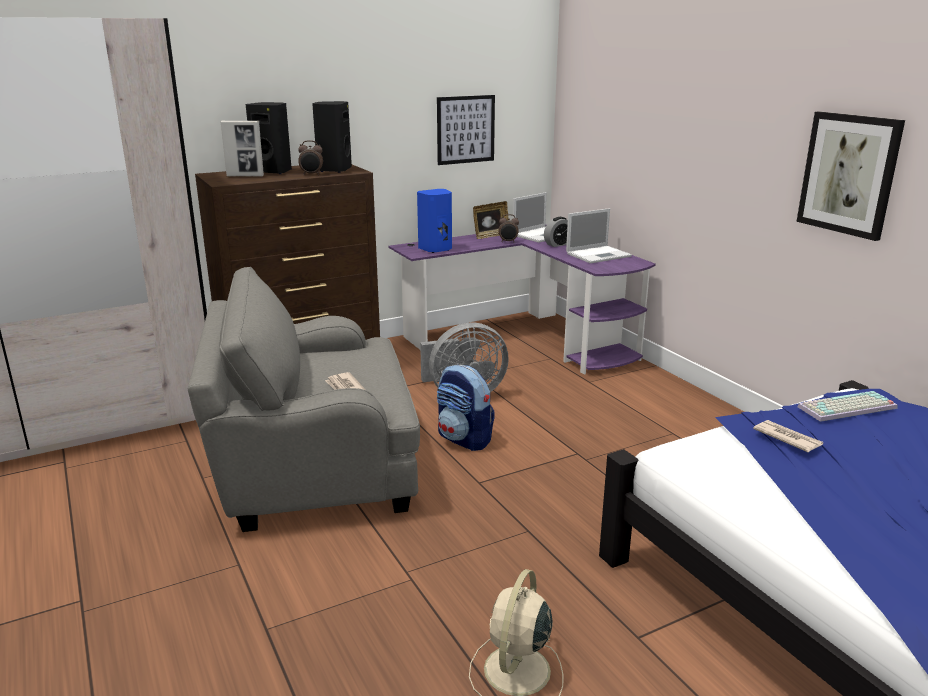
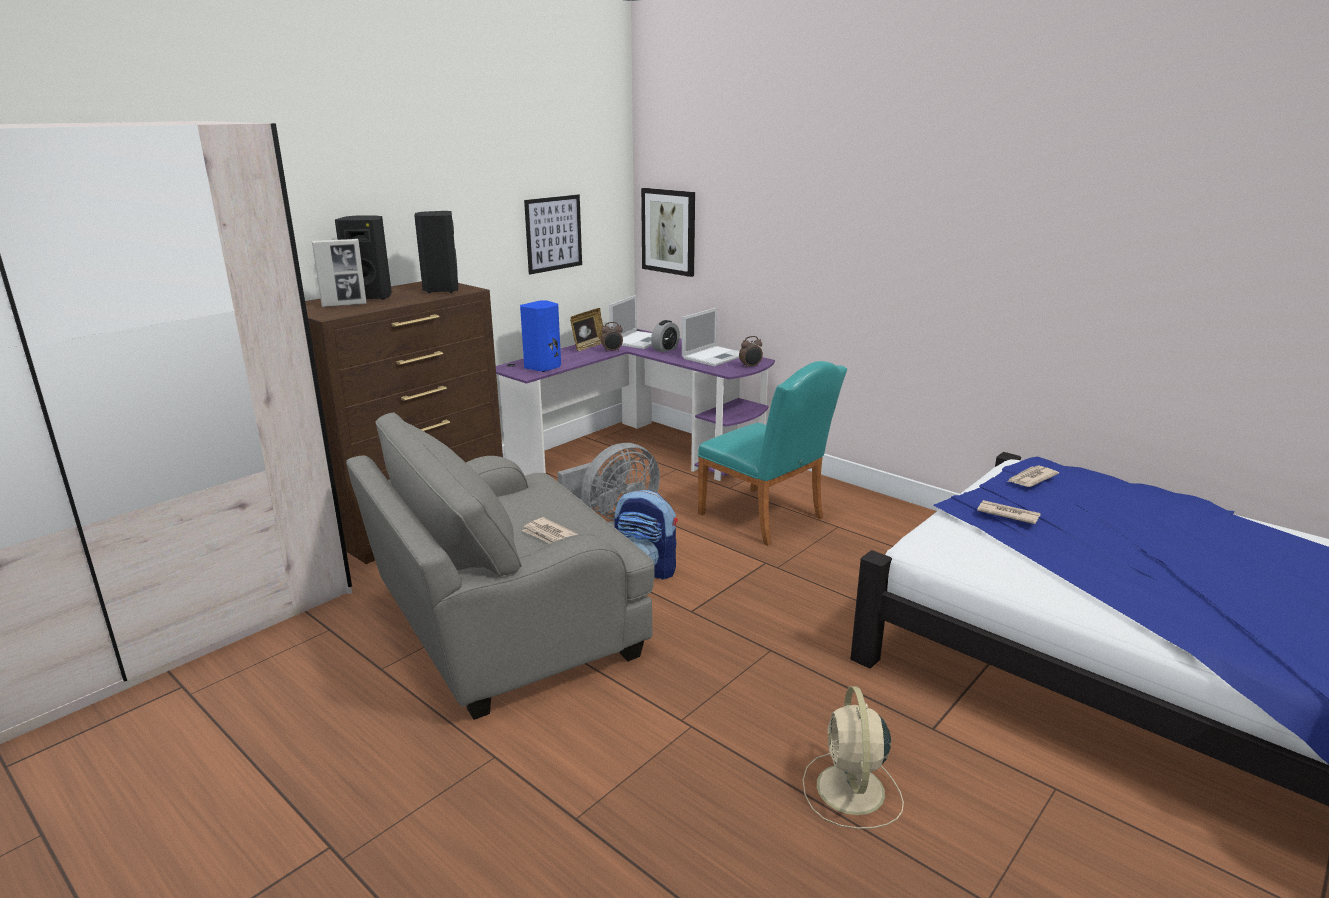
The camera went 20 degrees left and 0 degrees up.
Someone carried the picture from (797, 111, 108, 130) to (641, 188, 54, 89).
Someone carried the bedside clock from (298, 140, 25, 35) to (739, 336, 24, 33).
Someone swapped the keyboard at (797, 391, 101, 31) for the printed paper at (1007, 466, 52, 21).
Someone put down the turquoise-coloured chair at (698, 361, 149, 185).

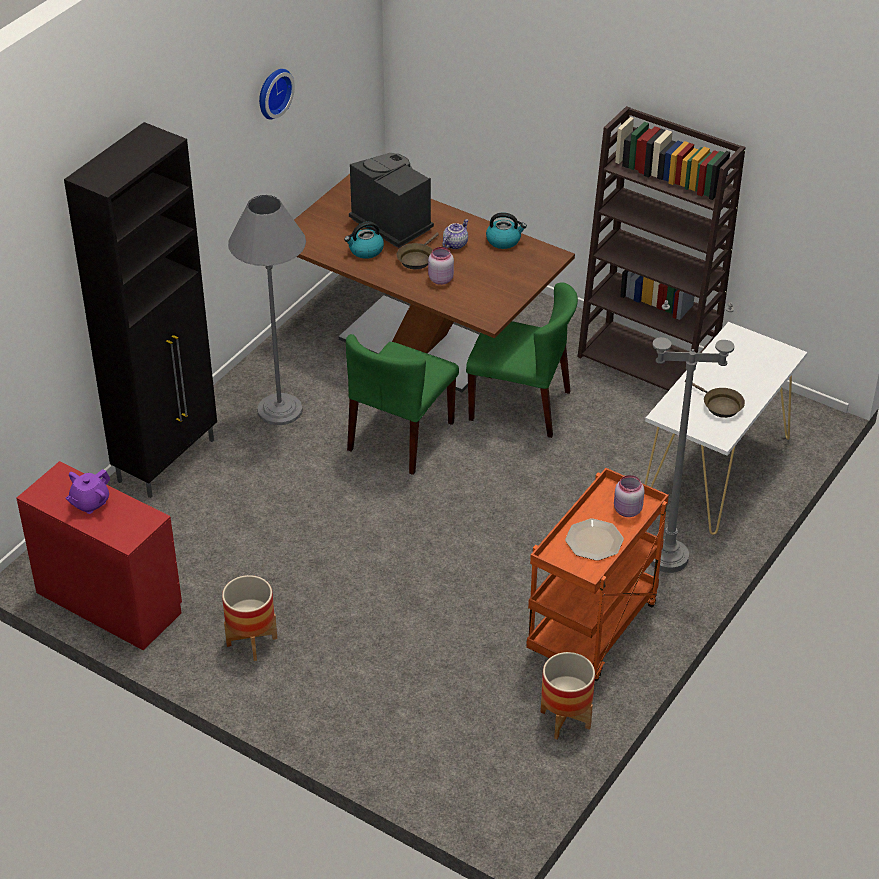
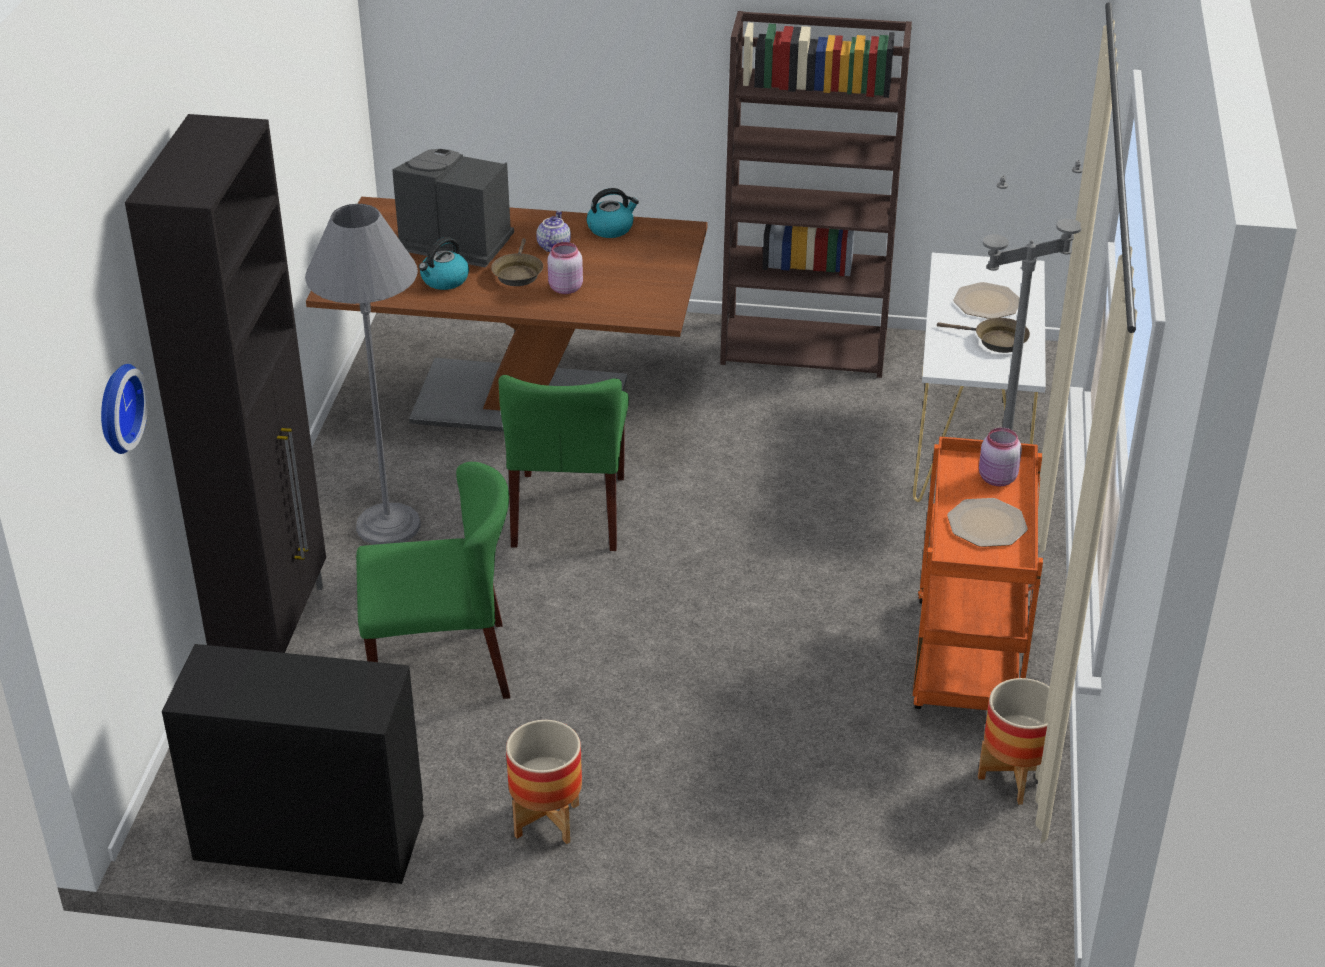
The camera went 25 degrees left and 5 degrees down.
Someone carried the hanging clock from (259, 69, 36, 50) to (101, 364, 47, 90).
Someone carried the greenish chair from (466, 282, 112, 156) to (356, 462, 154, 237).
Someone repainted the red-coloured drawer chest at (16, 461, 166, 190), which became the black drawer chest at (162, 644, 262, 240).
Someone took away the purplish pot for tea at (65, 469, 45, 45).
Someone put down the dinner plate at (953, 282, 67, 37).

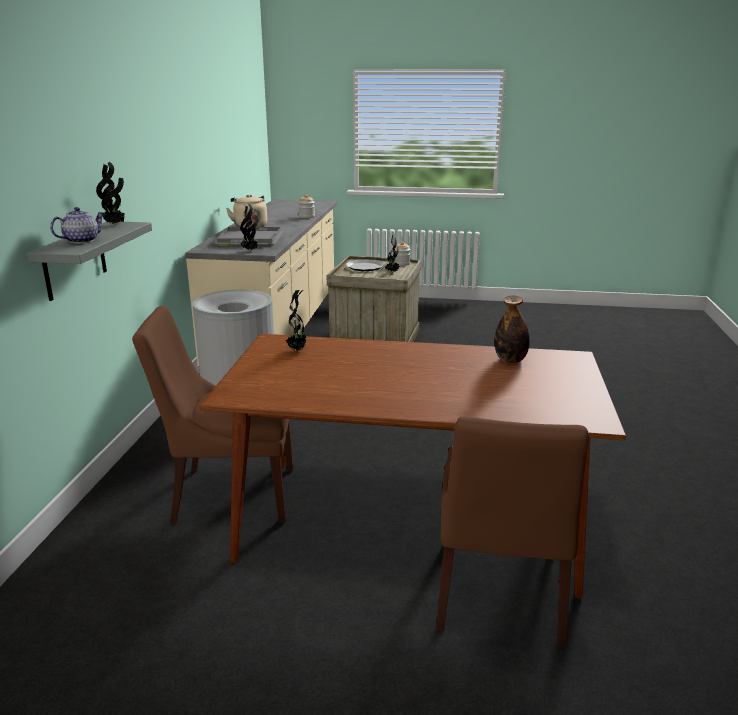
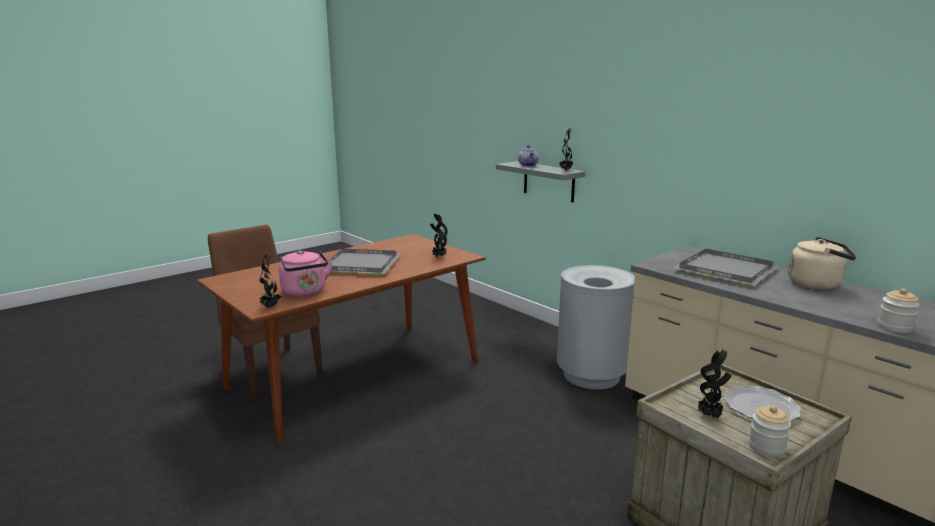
The camera went 130 degrees right and 5 degrees down.
Someone carried the houseplant from (240, 204, 18, 47) to (260, 254, 21, 55).
Someone swapped the bottle at (495, 296, 35, 67) for the pink-coloured kettle at (279, 250, 53, 46).
Someone took away the brown-coloured chair at (132, 306, 161, 218).
Someone put down the grey serving tray at (324, 249, 77, 26).

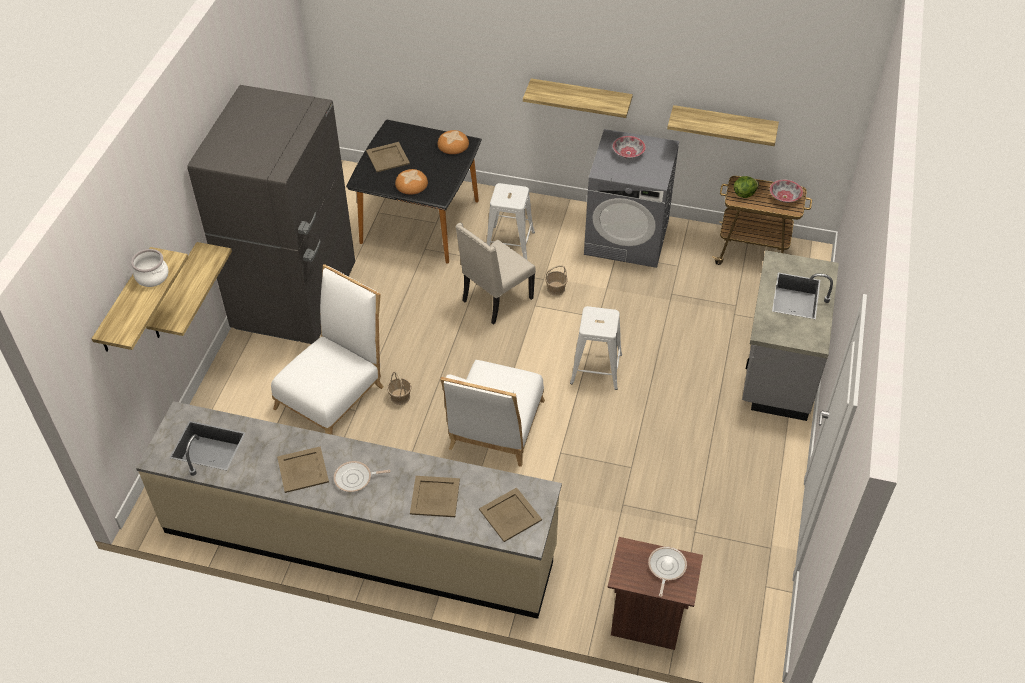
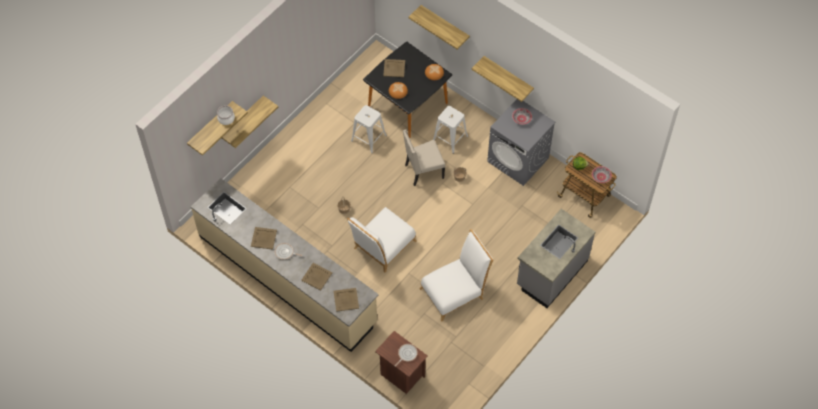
The camera went 25 degrees right and 10 degrees up.
Someone took away the grey fridge at (187, 85, 168, 259).
Someone carried the shelf from (667, 105, 112, 41) to (408, 5, 62, 44).
Someone carried the white-coloured chair from (271, 264, 113, 171) to (420, 229, 73, 93).
Someone carried the white-coloured sitting stool from (570, 306, 52, 84) to (351, 105, 36, 48).

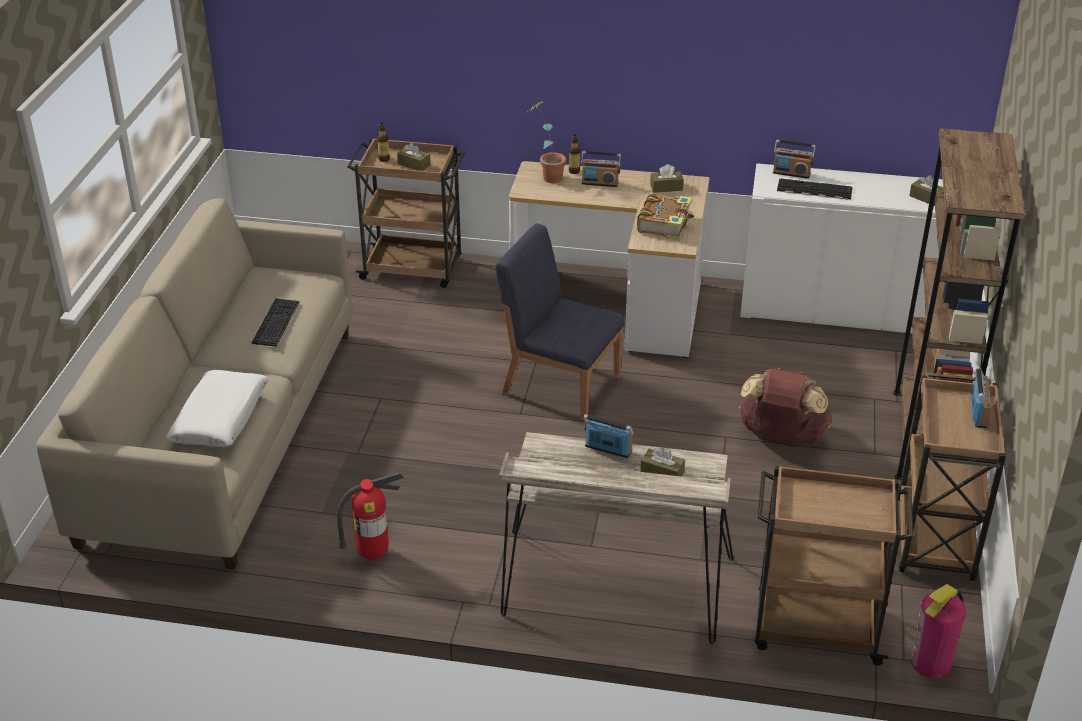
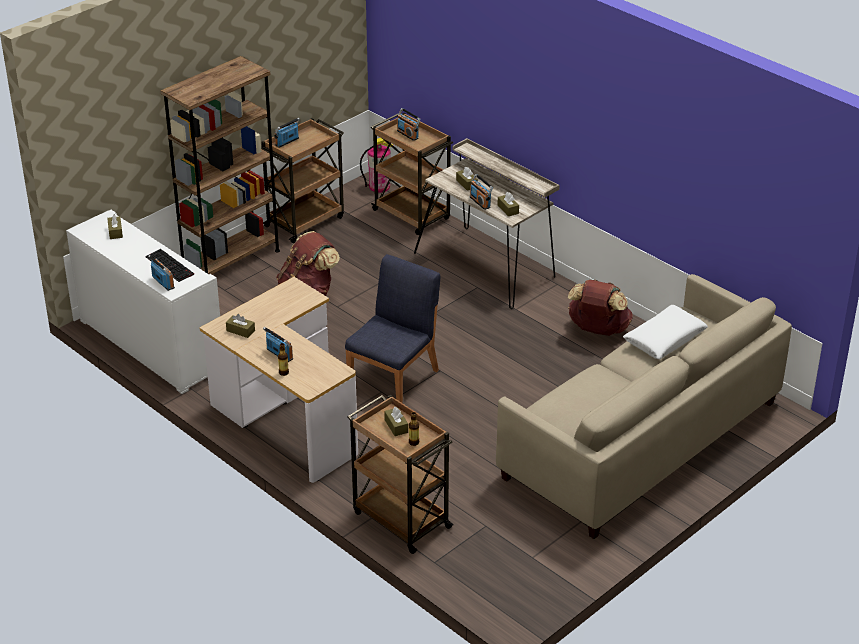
The camera went 145 degrees left and 0 degrees up.
Someone took away the houseplant at (528, 101, 38, 82).
Someone took away the bound book at (637, 193, 59, 48).
Someone rotated the bluish chair at (496, 223, 128, 198) by 120 degrees counterclockwise.
Someone took away the keyboard at (252, 298, 47, 49).
Someone swapped the extinguisher at (337, 472, 67, 88) for the brown-coloured backpack at (568, 280, 65, 56).
Someone put down the radio at (397, 108, 23, 33).
Someone put down the brown-coloured box of tissues at (498, 192, 21, 24).

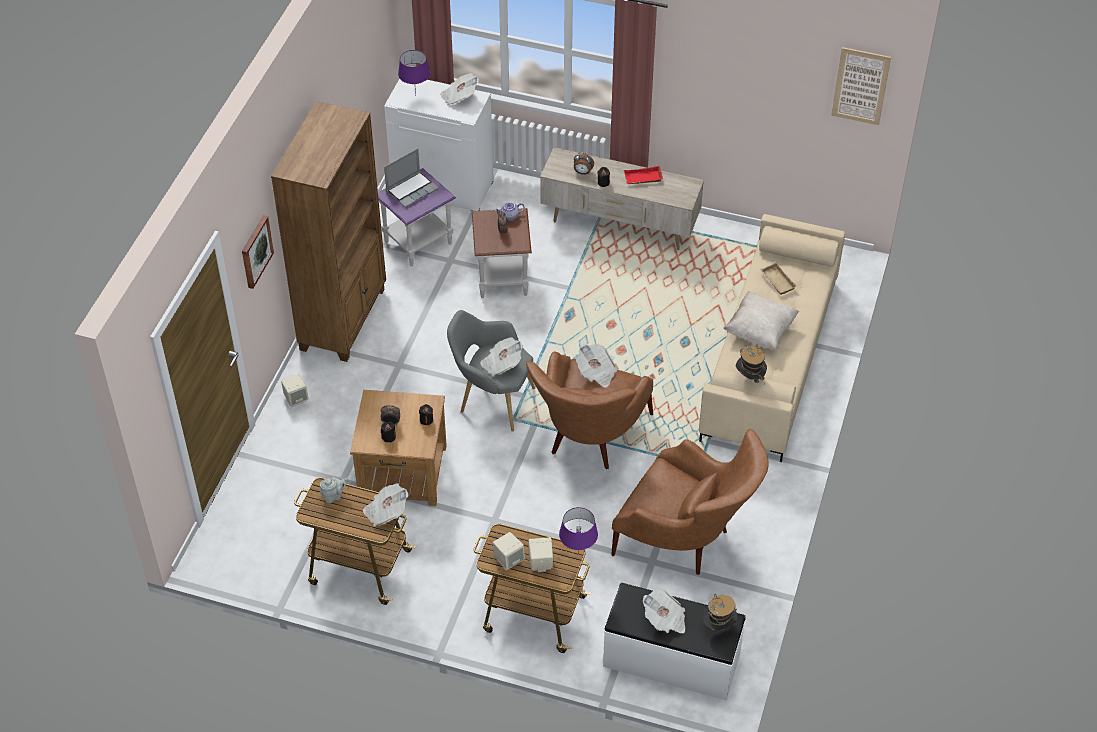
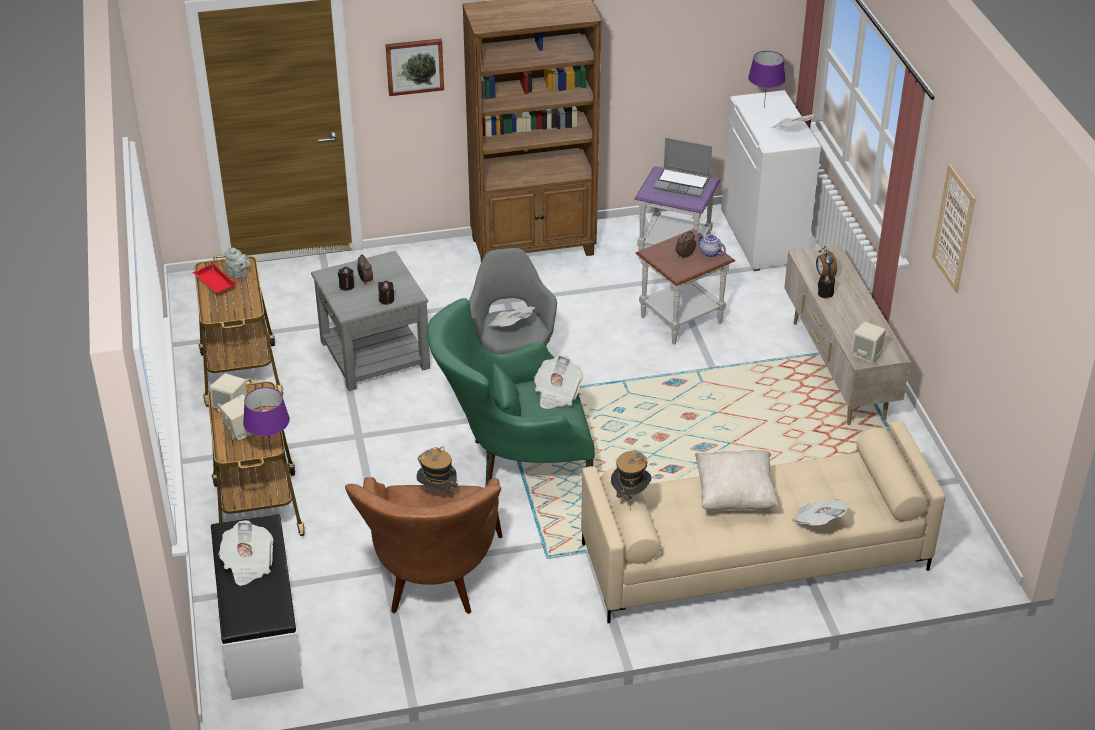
The camera went 60 degrees right and 10 degrees down.
Someone carried the picture from (831, 47, 60, 78) to (932, 164, 44, 129).
Someone carried the red-coloured serving tray from (624, 166, 39, 18) to (193, 263, 44, 33).
Someone took away the beige-coloured serving tray at (760, 263, 37, 32).
Someone repainted the brown-coloured lounge chair at (526, 351, 127, 118), which became the greenish lounge chair at (427, 298, 168, 187).
Someone carried the beige-coloured speaker from (281, 374, 28, 33) to (851, 322, 35, 41).
Someone repainted the brown-coloured end table at (350, 390, 97, 116), which became the grey end table at (311, 251, 119, 140).
Someone carried the printed paper from (363, 483, 46, 44) to (791, 499, 58, 27).
Someone carried the hat from (703, 594, 35, 37) to (417, 446, 41, 47).

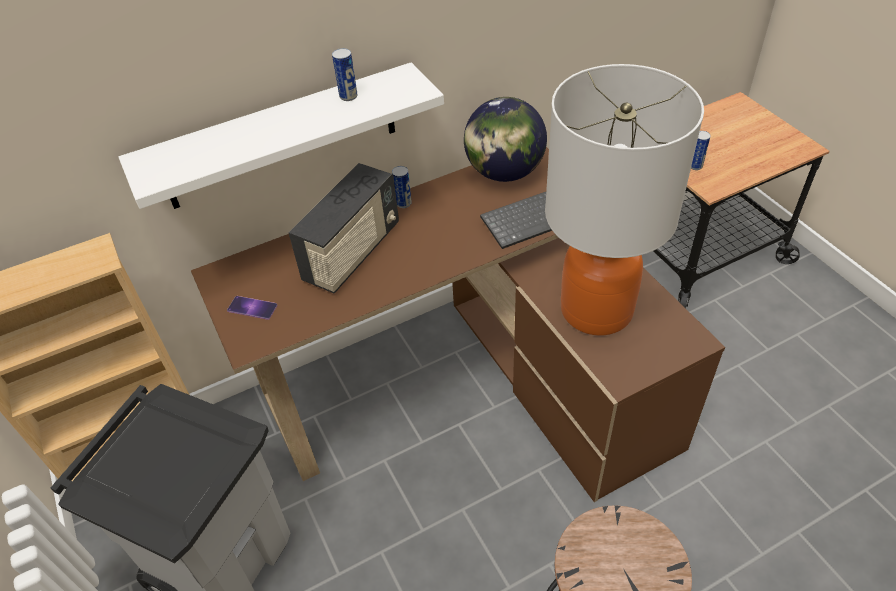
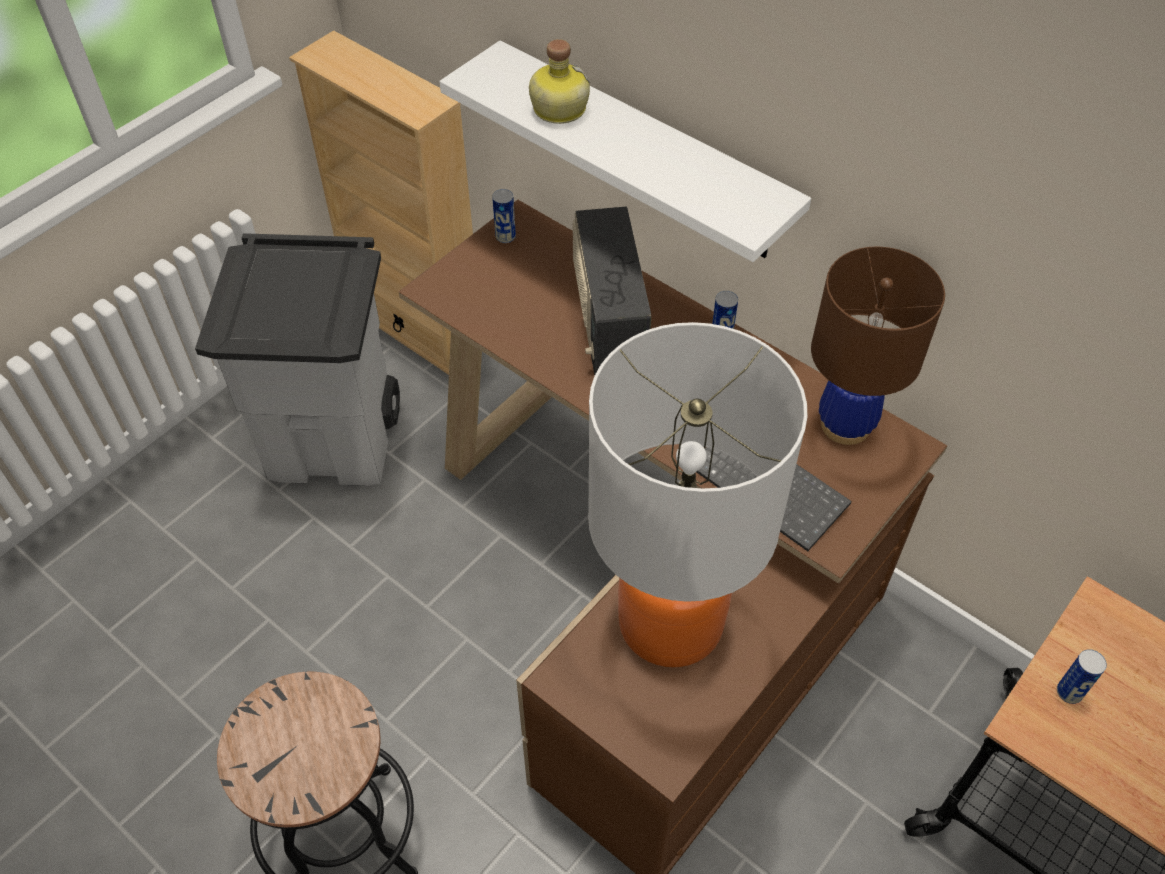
The camera went 65 degrees right and 5 degrees up.
Someone carried the metal can from (332, 48, 26, 53) to (492, 189, 24, 54).
Someone swapped the desk globe at (464, 97, 83, 85) for the brown-coloured lamp for a table at (811, 247, 134, 198).
Someone rotated the radio at (288, 163, 111, 131) by 75 degrees clockwise.
Someone took away the telephone at (227, 296, 51, 24).
Someone put down the bottle at (529, 39, 61, 85).

